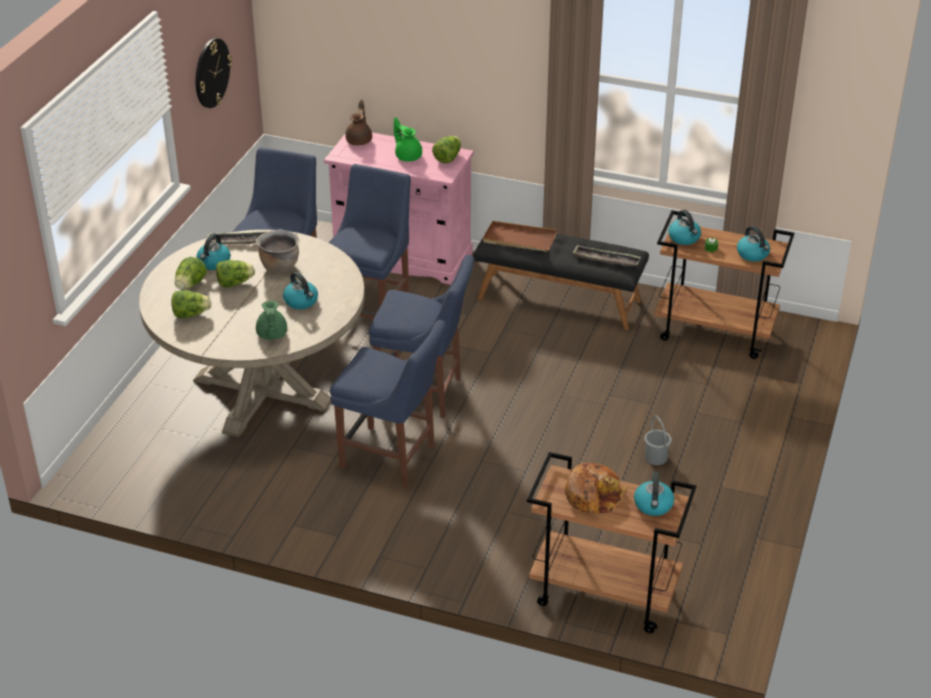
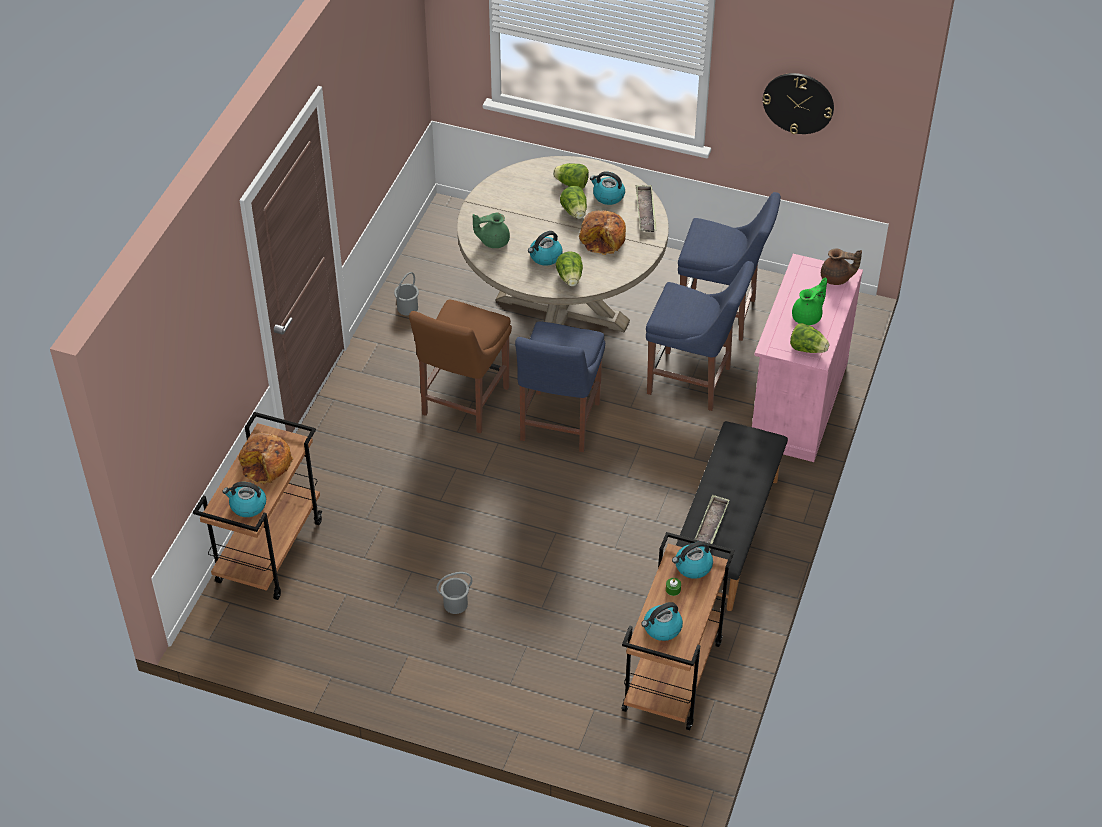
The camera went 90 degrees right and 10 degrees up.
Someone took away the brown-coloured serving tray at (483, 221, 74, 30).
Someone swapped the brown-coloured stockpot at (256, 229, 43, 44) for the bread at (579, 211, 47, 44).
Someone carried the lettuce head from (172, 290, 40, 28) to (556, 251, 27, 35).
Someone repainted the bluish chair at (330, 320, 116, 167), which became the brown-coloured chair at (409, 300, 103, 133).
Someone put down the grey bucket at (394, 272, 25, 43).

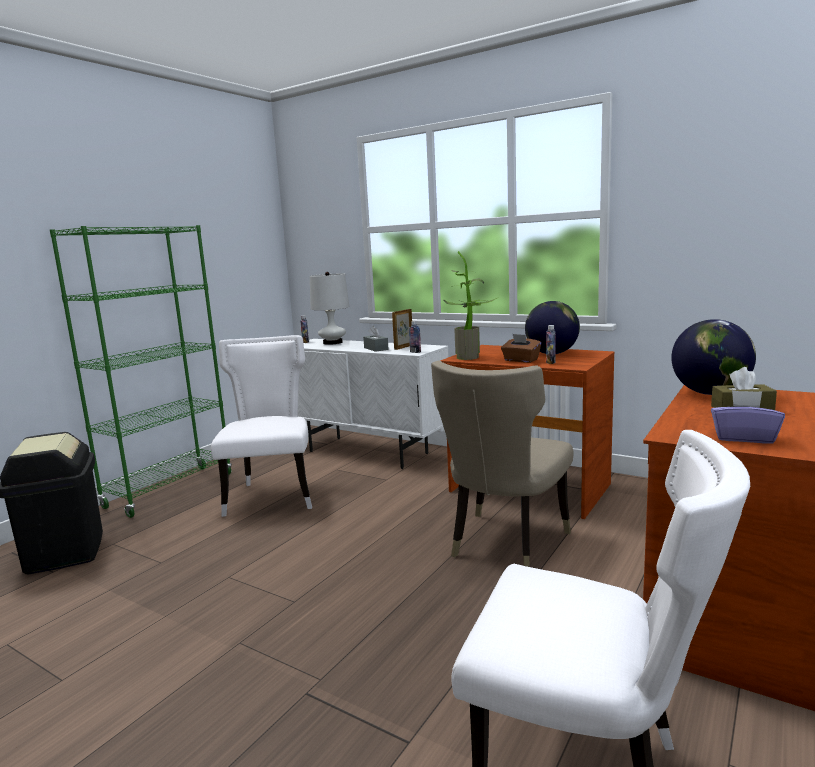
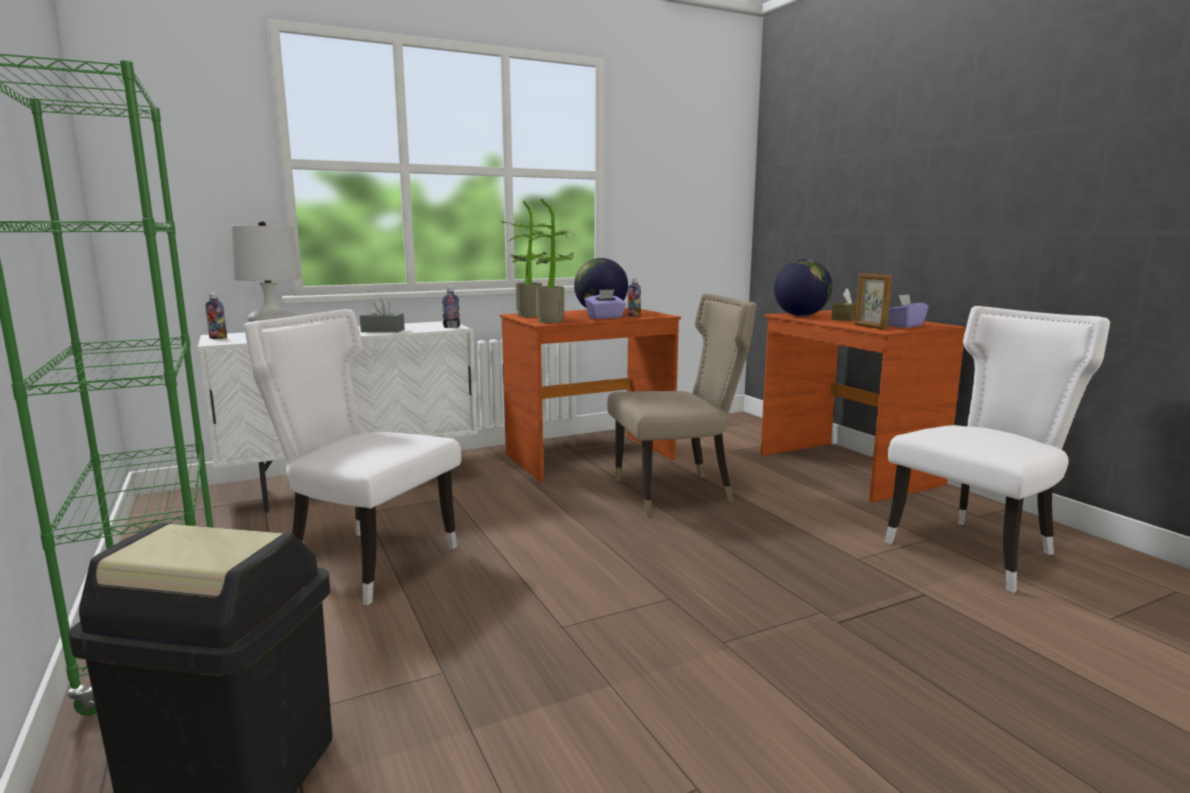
The camera went 60 degrees left and 0 degrees up.
Someone carried the standing frame from (392, 309, 20, 41) to (855, 273, 37, 56).
Someone repainted the brown-coloured box of tissues at (501, 334, 40, 29), which became the purplish box of tissues at (585, 289, 41, 30).
Someone rotated the beige-coloured chair at (431, 360, 142, 207) by 75 degrees counterclockwise.
Someone put down the houseplant at (501, 200, 46, 117).

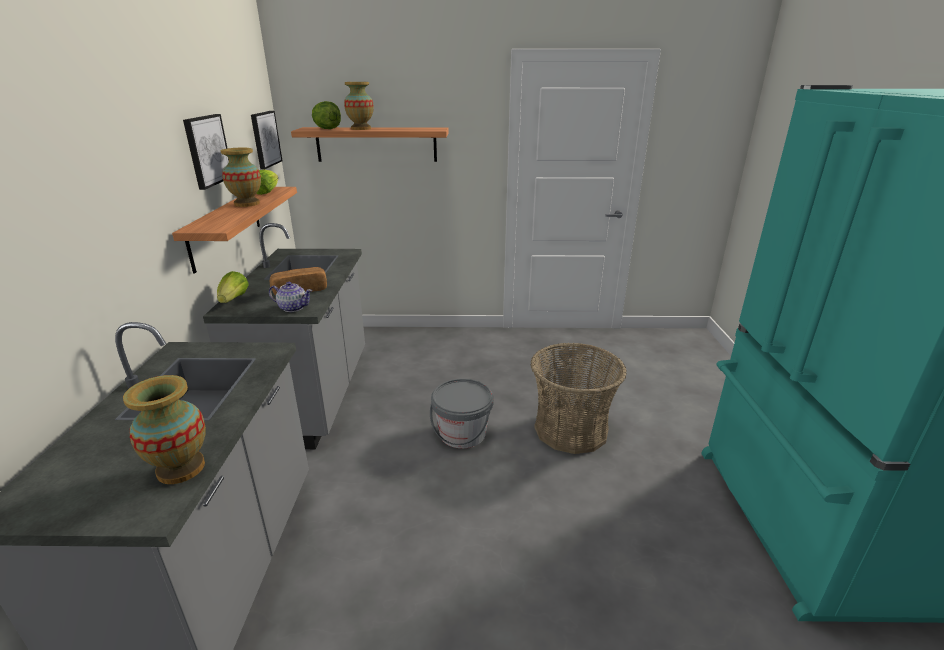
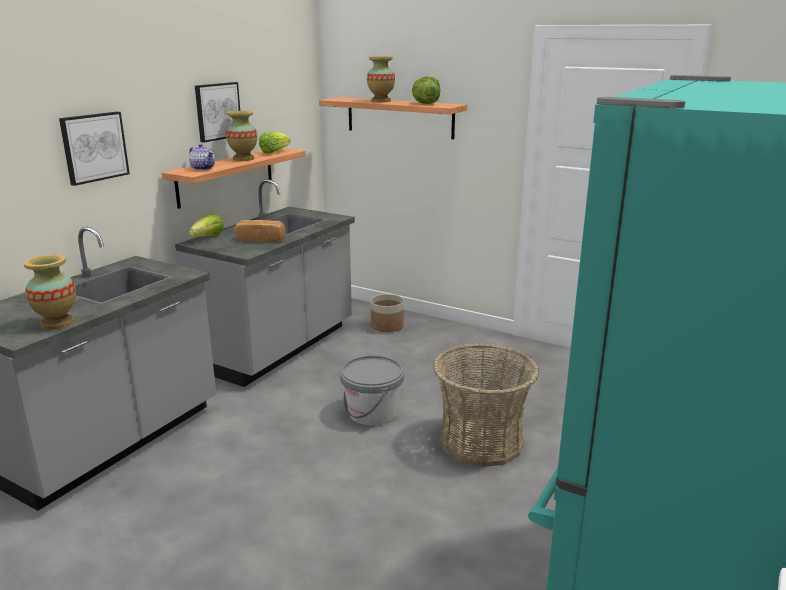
The camera went 30 degrees right and 5 degrees down.
Someone carried the lettuce head from (312, 101, 29, 28) to (412, 76, 28, 28).
Someone carried the picture from (251, 111, 31, 59) to (59, 112, 71, 74).
Someone carried the pot for tea from (269, 282, 43, 30) to (189, 144, 26, 26).
Someone put down the plant pot at (371, 294, 33, 38).

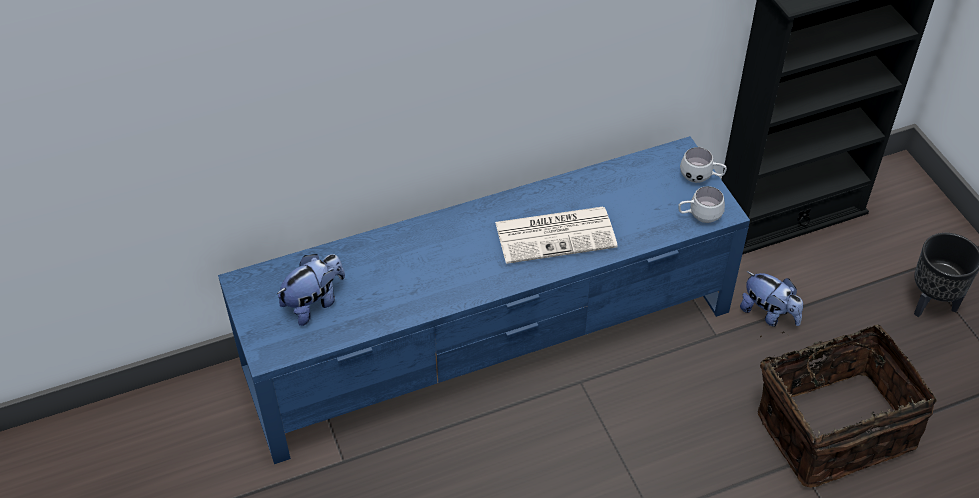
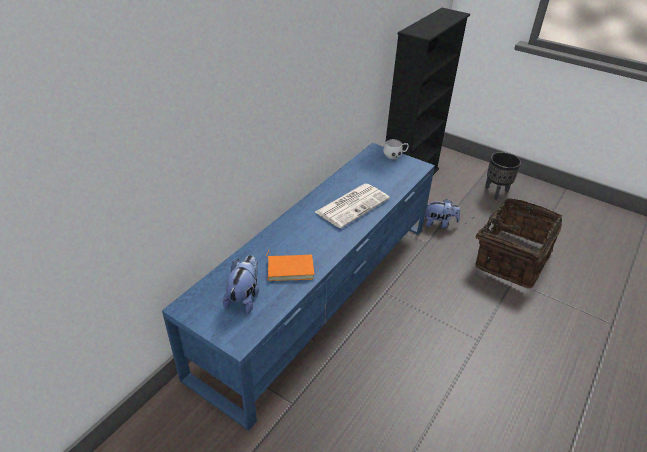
The camera went 35 degrees left and 10 degrees down.
Someone took away the white-coloured tea mug at (678, 186, 47, 37).
Someone put down the orange-coloured bound book at (266, 250, 49, 31).

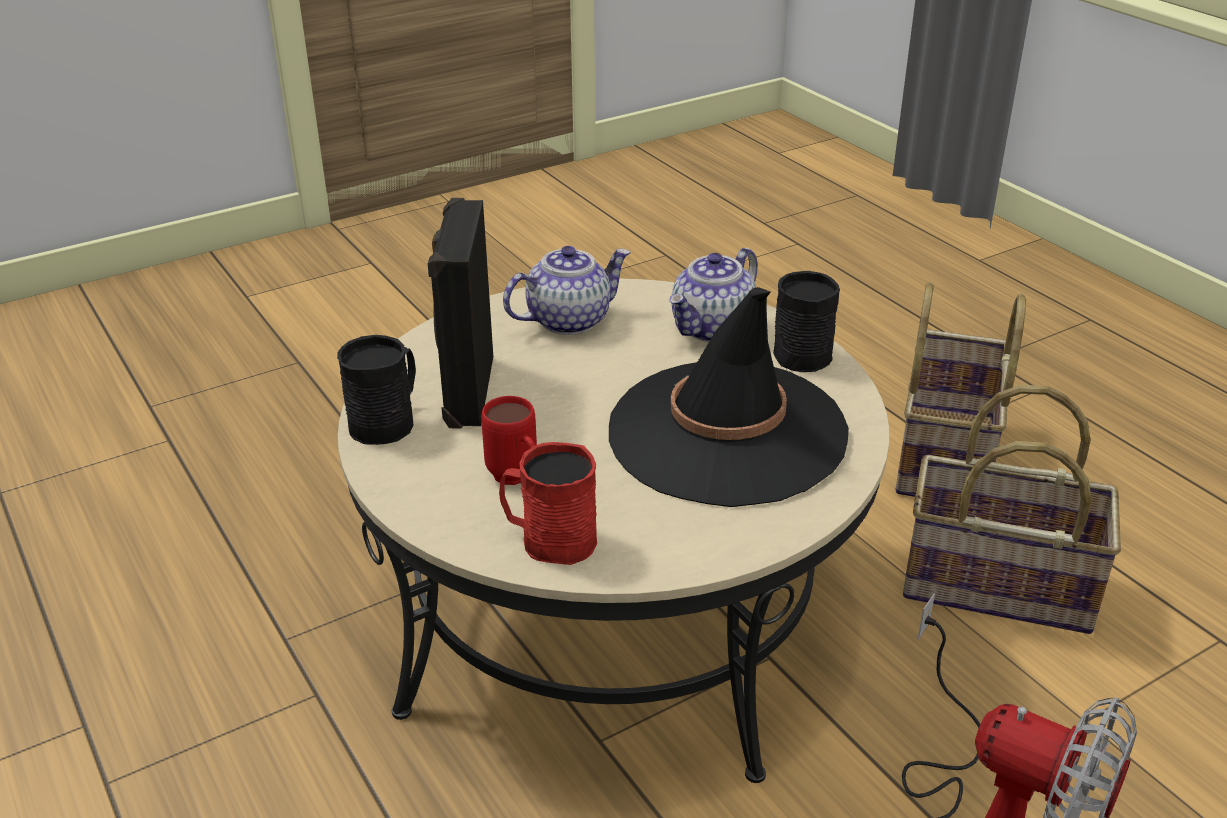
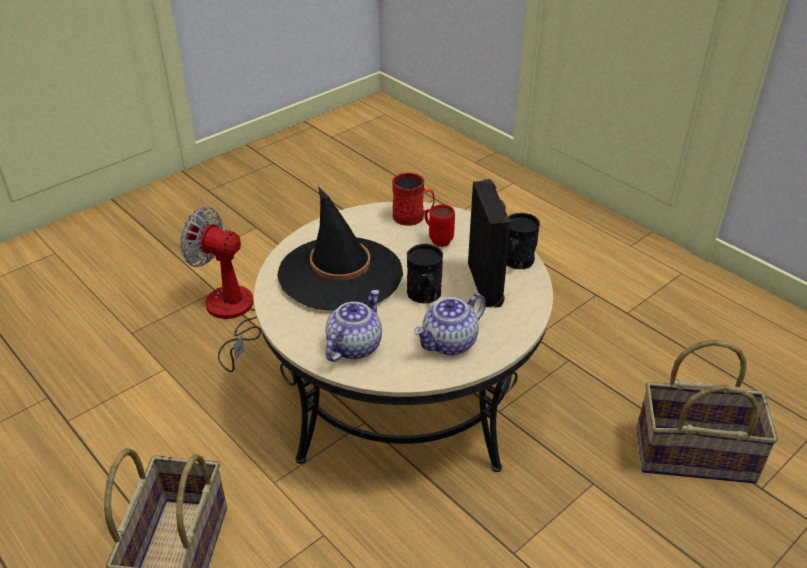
The camera went 170 degrees right and 5 degrees up.
Someone carried the black tea mug from (773, 271, 67, 101) to (407, 244, 36, 60).
Someone carried the household basket from (903, 385, 218, 249) to (636, 339, 142, 144).

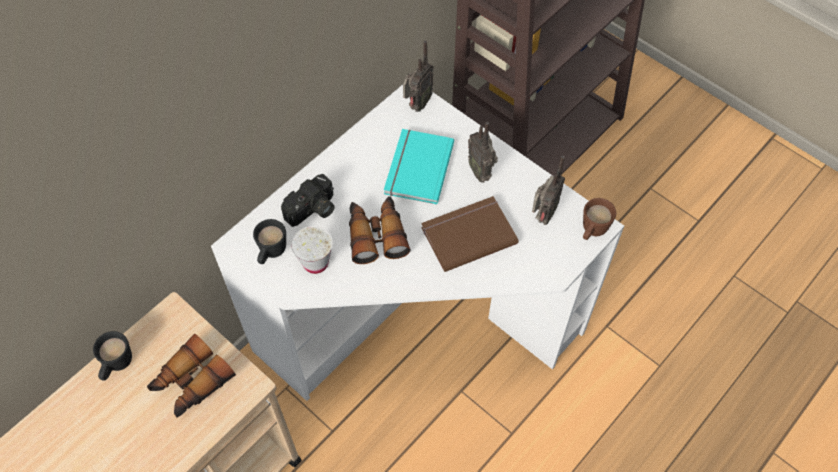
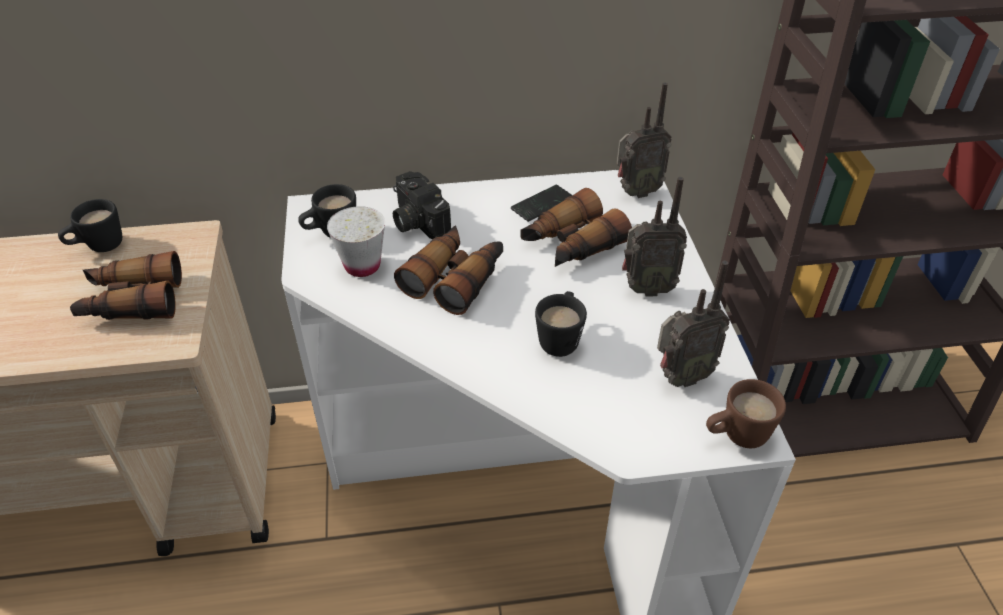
The camera went 40 degrees right and 15 degrees down.
Someone rotated the radio at (468, 122, 30, 61) by 105 degrees counterclockwise.
Someone swapped the turquoise-coloured bound book at (384, 129, 70, 76) for the binoculars at (520, 188, 112, 79).
Someone rotated the photo camera at (281, 174, 54, 53) by 60 degrees clockwise.
Someone swapped the brown-coloured bound book at (421, 196, 98, 76) for the black tea mug at (535, 291, 52, 66).
Someone put down the telephone at (511, 184, 61, 38).

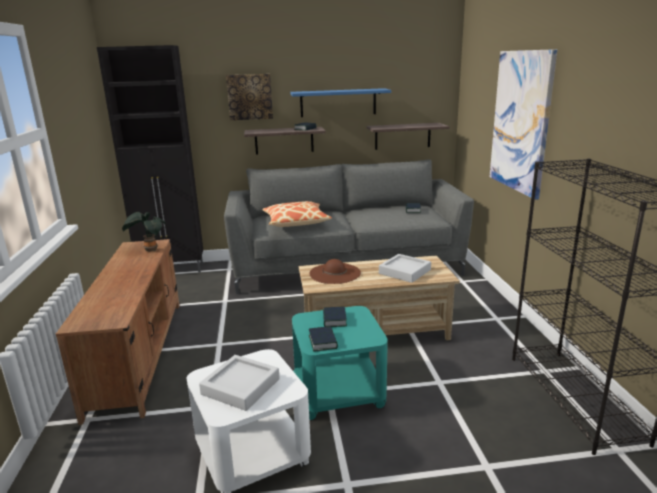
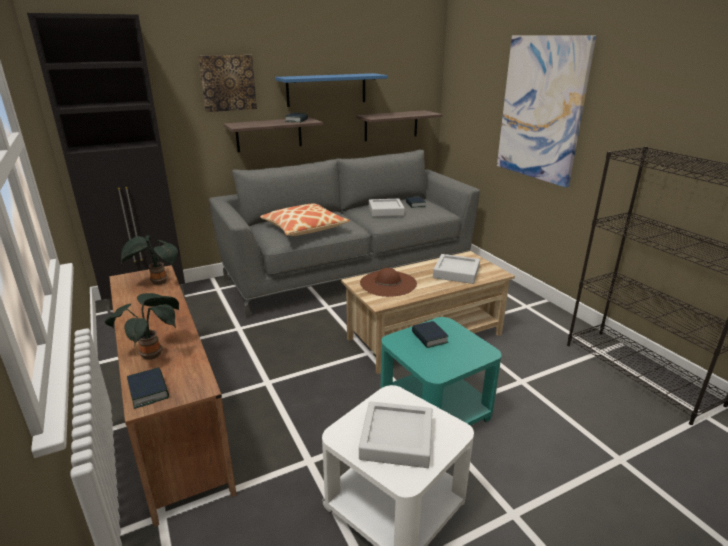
The camera went 20 degrees left and 5 degrees up.
Someone carried the bound book from (309, 326, 29, 26) to (127, 367, 42, 42).
Someone put down the grey serving tray at (369, 199, 36, 18).
Someone put down the houseplant at (105, 293, 74, 67).

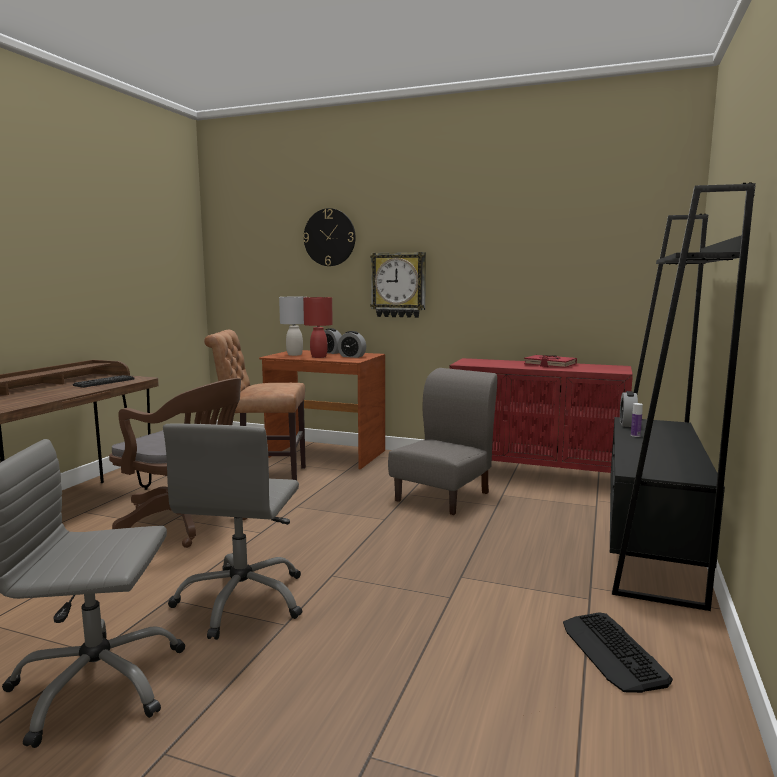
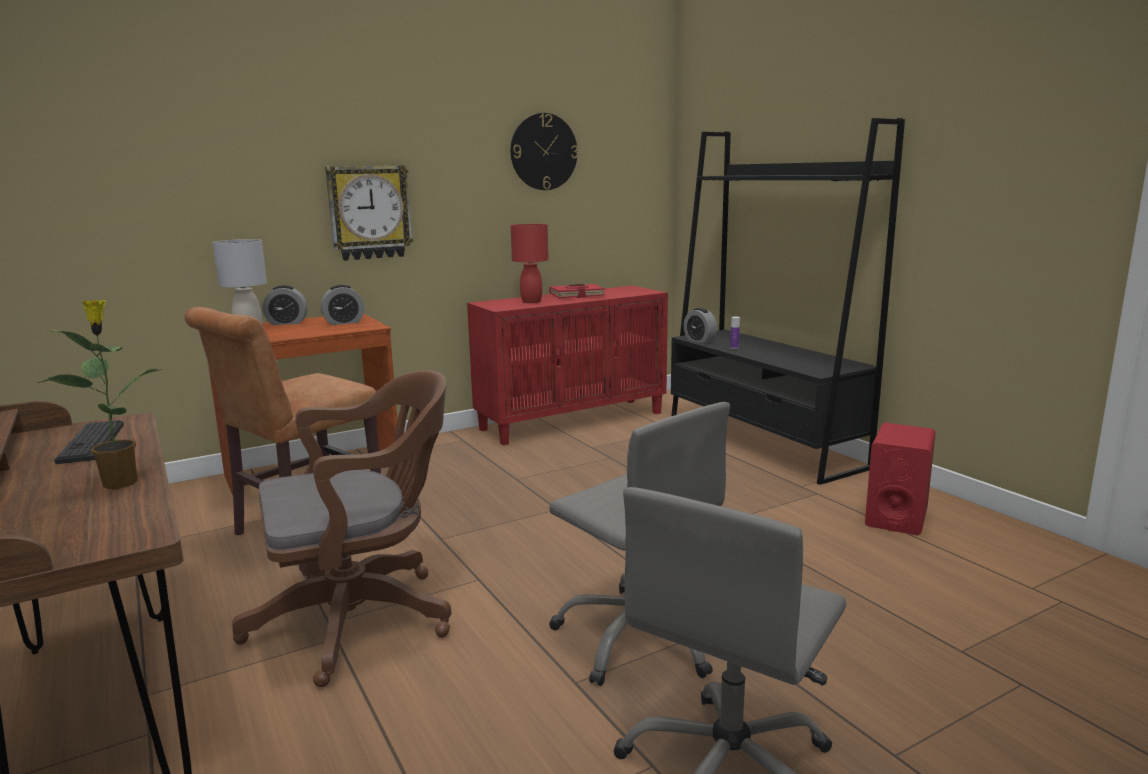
The camera went 50 degrees left and 5 degrees up.
Someone carried the hanging clock from (303, 208, 53, 58) to (511, 113, 67, 77).
Someone carried the red-coloured lamp for a table from (303, 297, 30, 61) to (511, 224, 38, 79).
Someone took away the grey chair at (388, 368, 109, 147).
Someone swapped the keyboard at (563, 612, 110, 81) for the red-coloured speaker at (865, 423, 71, 112).
Someone put down the houseplant at (37, 300, 126, 189).

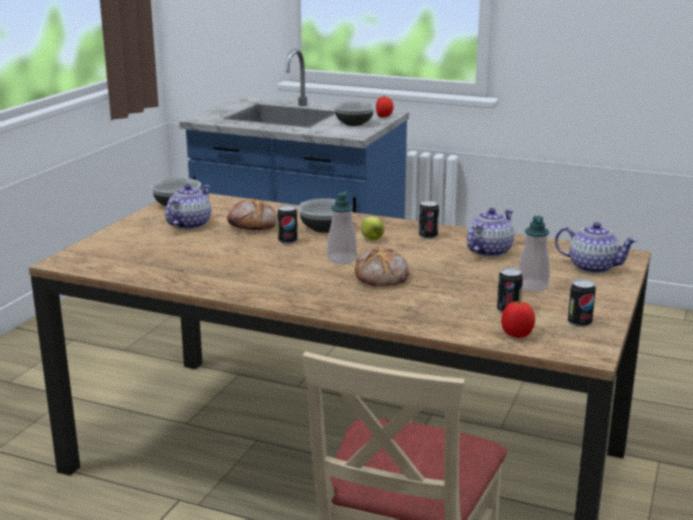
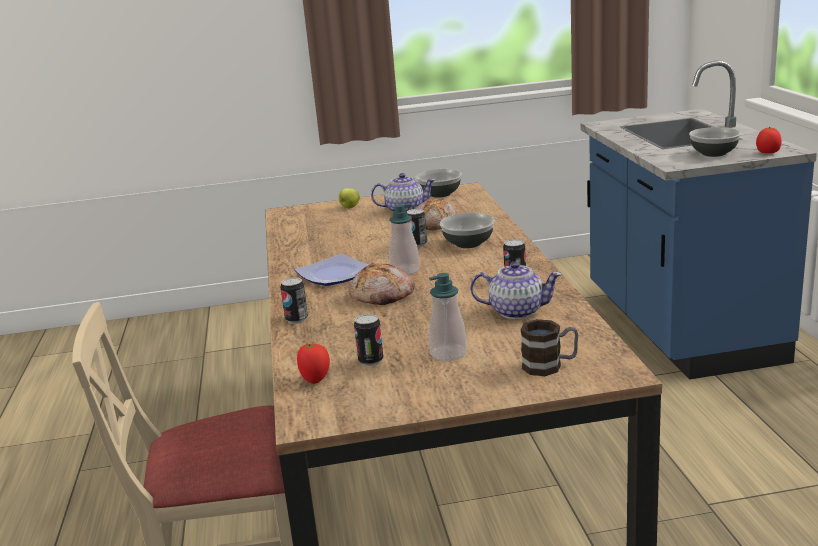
The camera went 60 degrees right and 0 degrees up.
Someone carried the apple fruit from (361, 217, 23, 23) to (339, 188, 21, 21).
Someone swapped the pot for tea at (555, 222, 83, 52) for the tea mug at (520, 319, 58, 57).
Someone carried the metal can from (568, 279, 28, 48) to (280, 277, 28, 47).
Someone put down the dinner plate at (294, 254, 74, 32).

